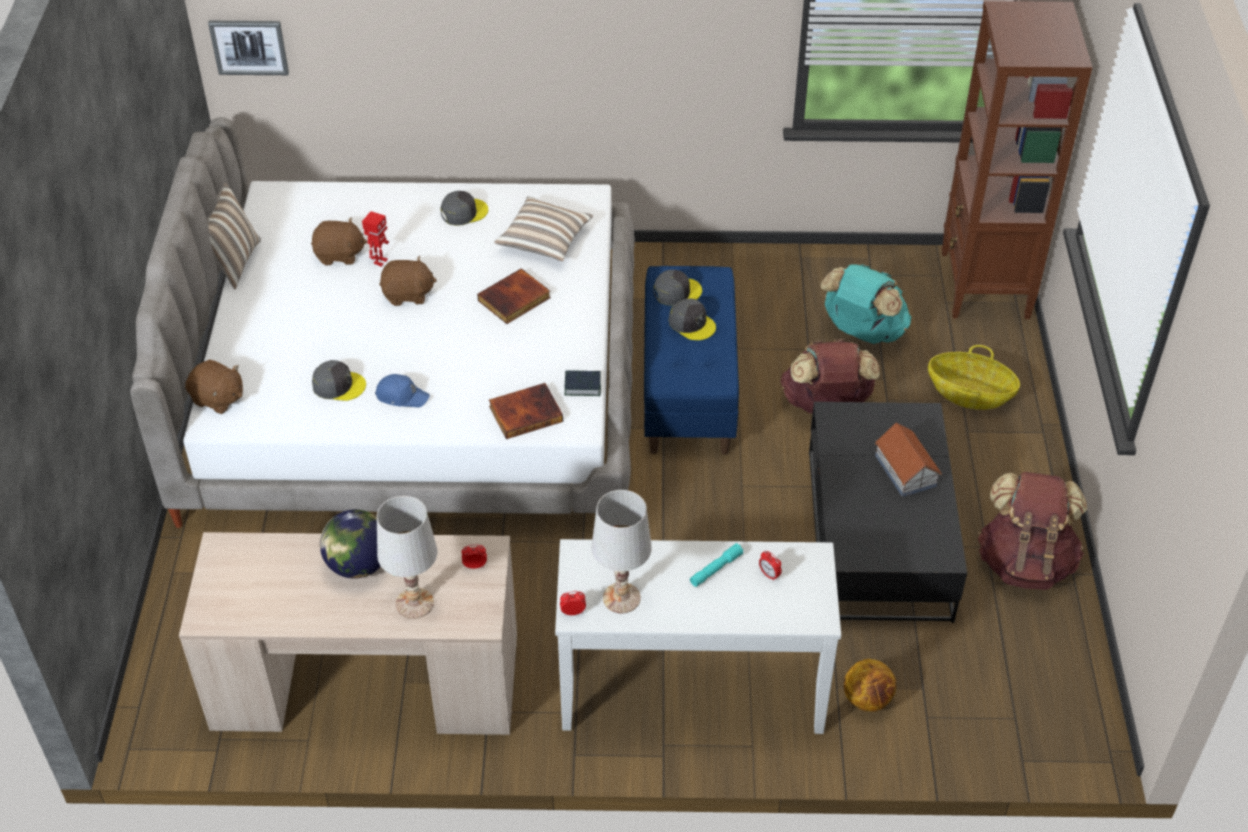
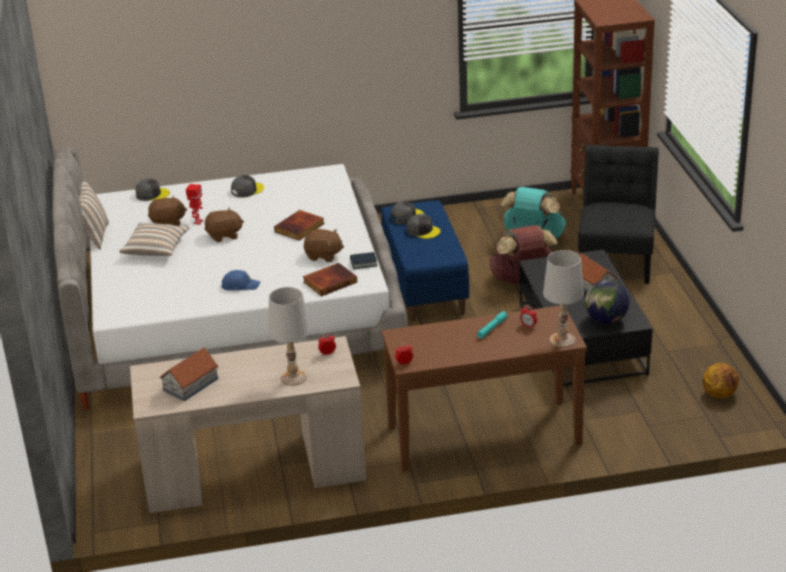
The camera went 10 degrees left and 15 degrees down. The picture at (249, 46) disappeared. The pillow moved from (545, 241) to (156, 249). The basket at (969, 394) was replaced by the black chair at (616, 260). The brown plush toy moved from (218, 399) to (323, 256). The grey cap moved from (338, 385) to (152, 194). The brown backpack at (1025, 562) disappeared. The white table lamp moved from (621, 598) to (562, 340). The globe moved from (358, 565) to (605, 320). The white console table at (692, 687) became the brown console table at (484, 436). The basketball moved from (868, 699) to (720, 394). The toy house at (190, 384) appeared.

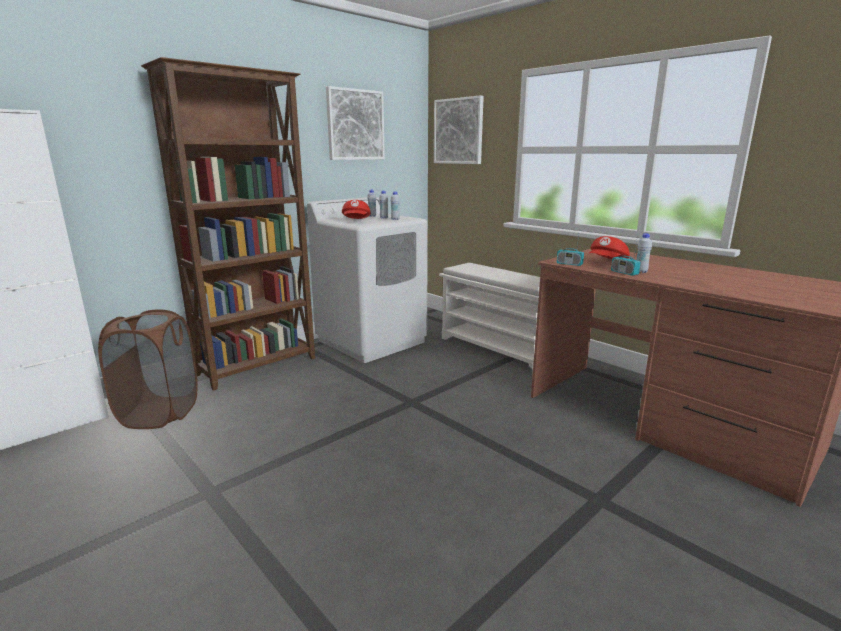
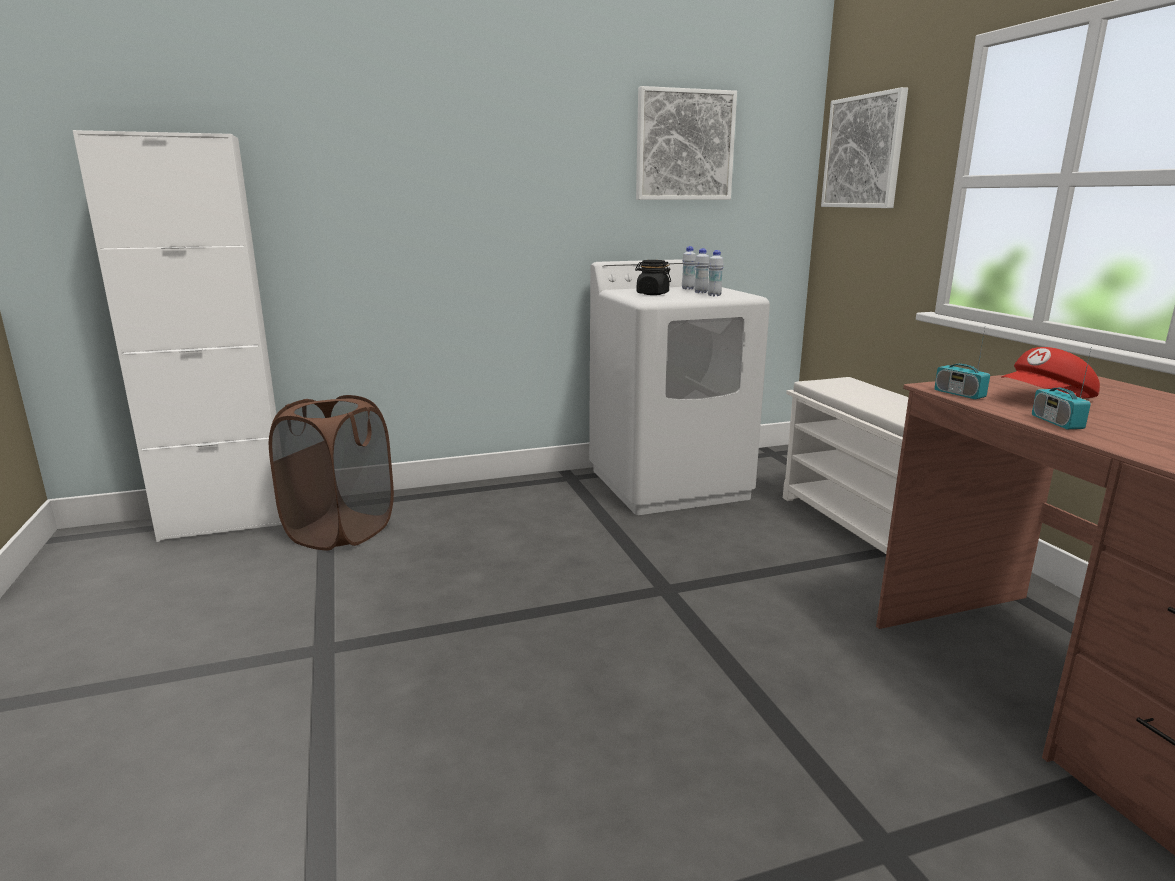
The camera went 25 degrees right and 0 degrees up. The brown bookcase at (259, 366) disappeared. The red cap at (356, 220) was replaced by the black jar at (652, 294). The white bottle at (641, 272) disappeared.

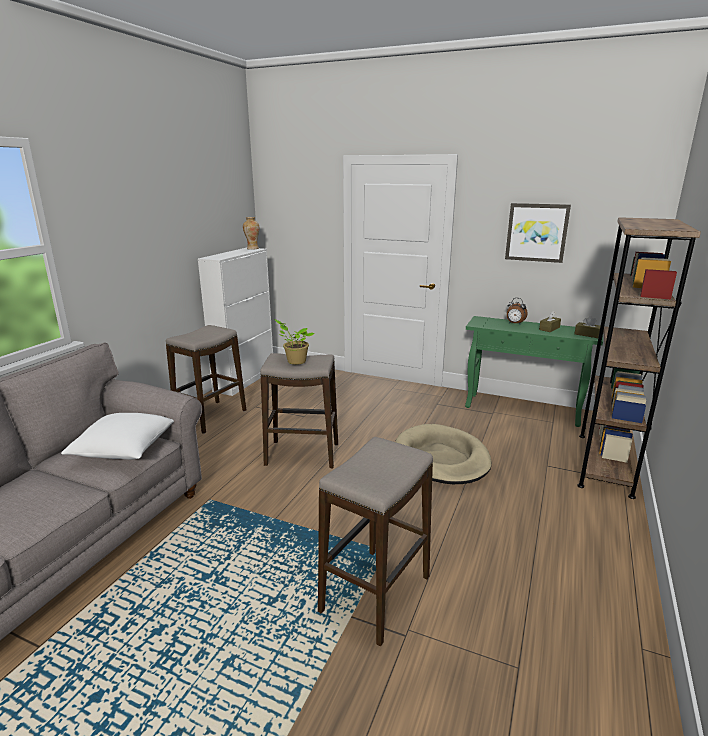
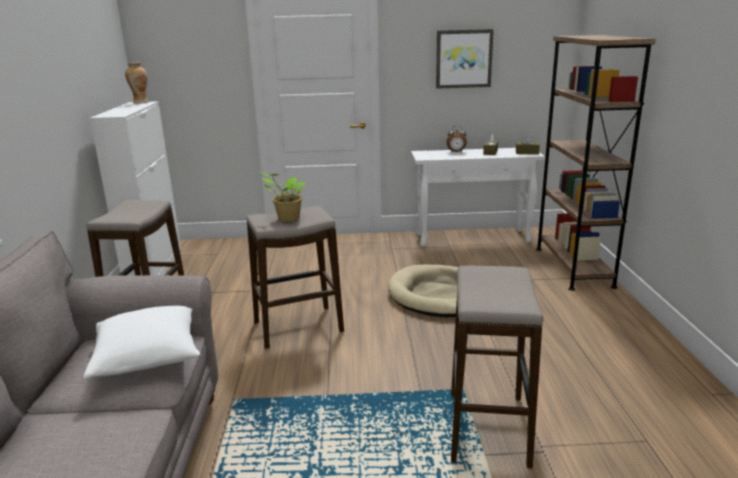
The camera went 25 degrees left and 0 degrees up. The green console table at (523, 410) became the white console table at (473, 238).

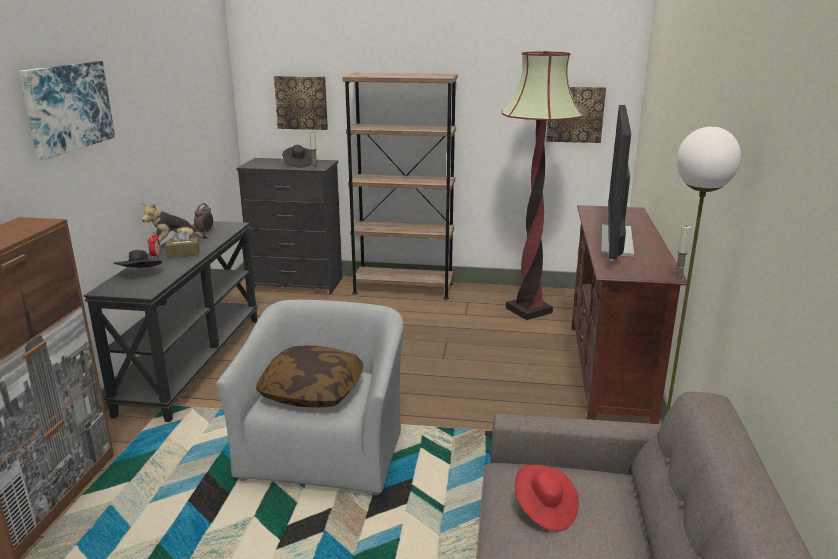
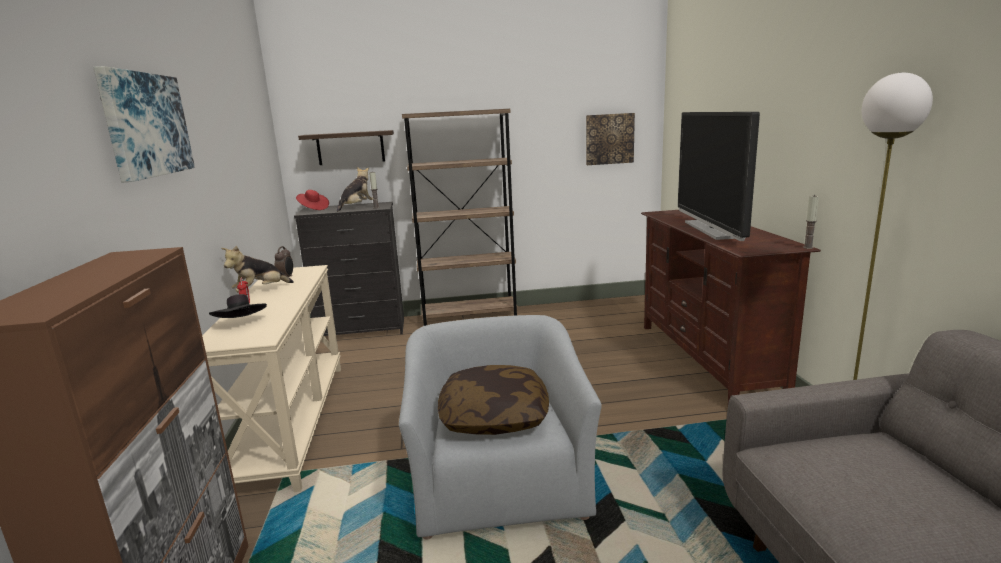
The camera went 15 degrees left and 5 degrees down. The floor lamp at (528, 310) disappeared. The picture at (301, 102) was replaced by the shelf at (350, 148). The black hat at (298, 164) was replaced by the plush toy at (357, 207). The black console table at (192, 362) became the beige console table at (291, 422). The brown tissue box at (183, 254) disappeared. The red hat moved from (544, 510) to (313, 209).

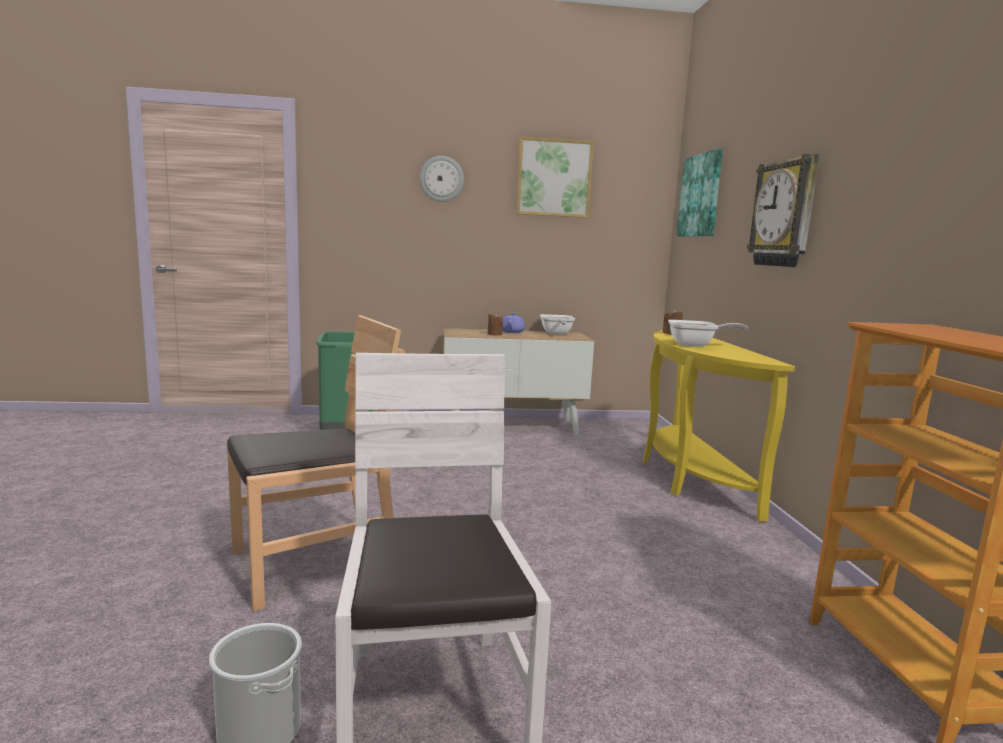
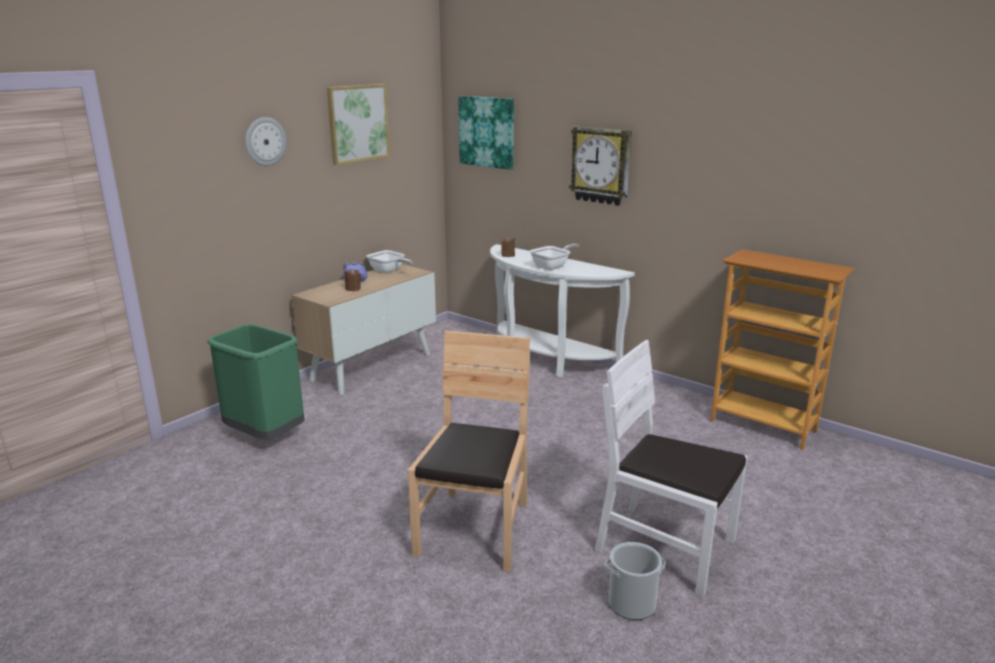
The camera went 45 degrees left and 10 degrees up. The yellow console table at (688, 477) became the white console table at (545, 360).

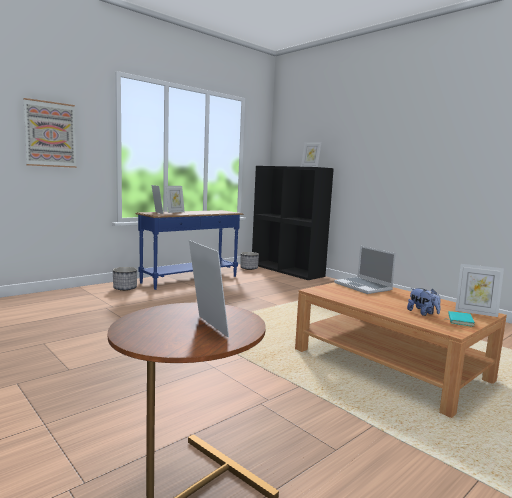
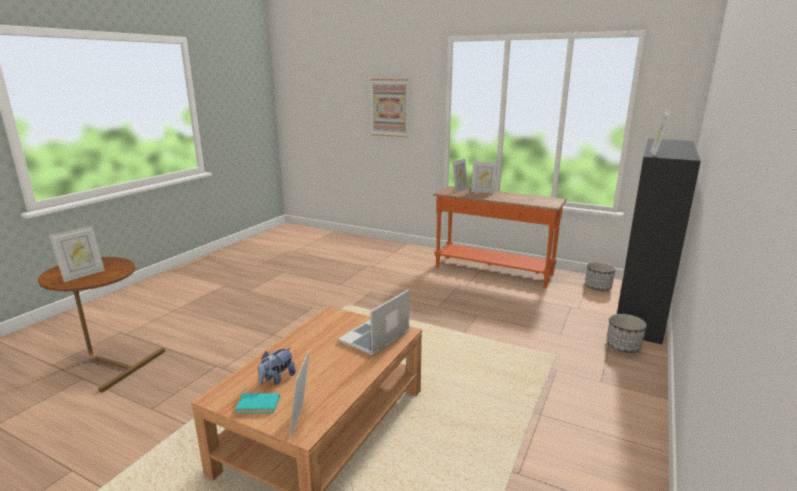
The camera went 70 degrees right and 10 degrees up. The blue console table at (191, 279) became the orange console table at (493, 272). The planter moved from (125, 288) to (623, 346).

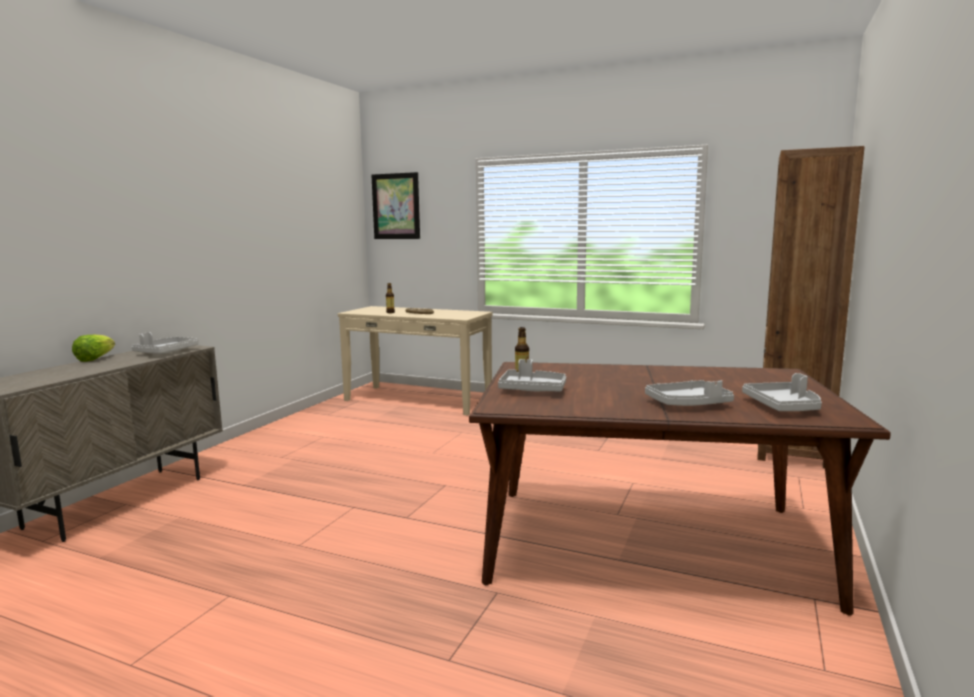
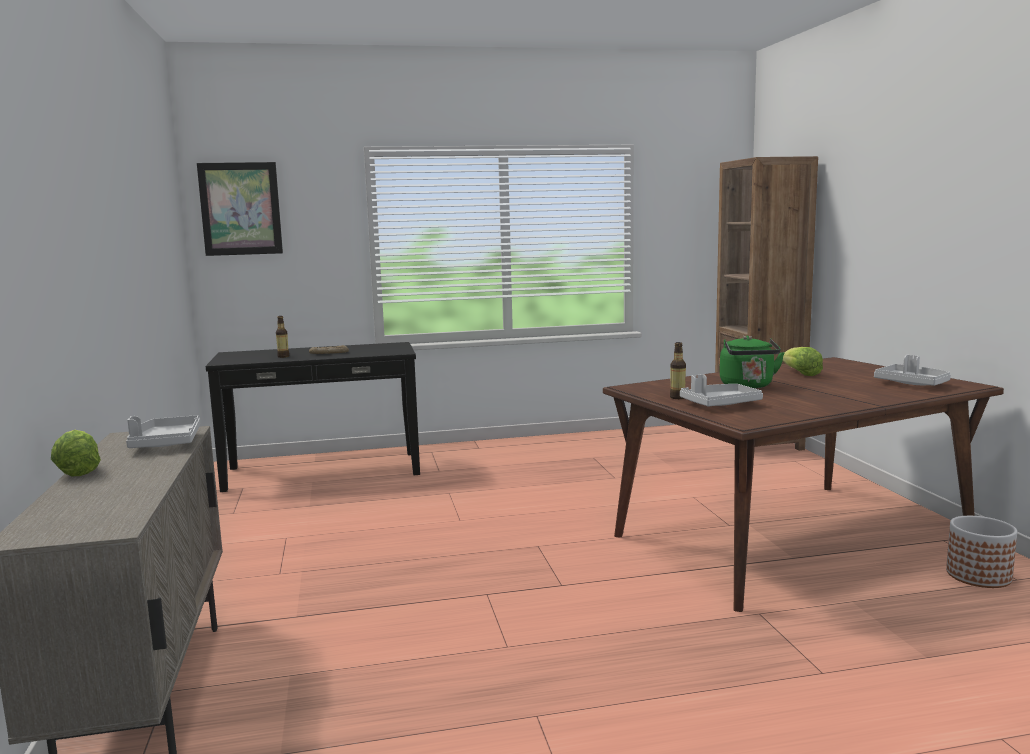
The camera went 35 degrees left and 0 degrees up. The beige console table at (418, 400) became the black console table at (323, 471). The grey tray at (688, 404) disappeared. The green kettle at (748, 386) appeared. The lettuce at (801, 374) appeared. The planter at (978, 576) appeared.

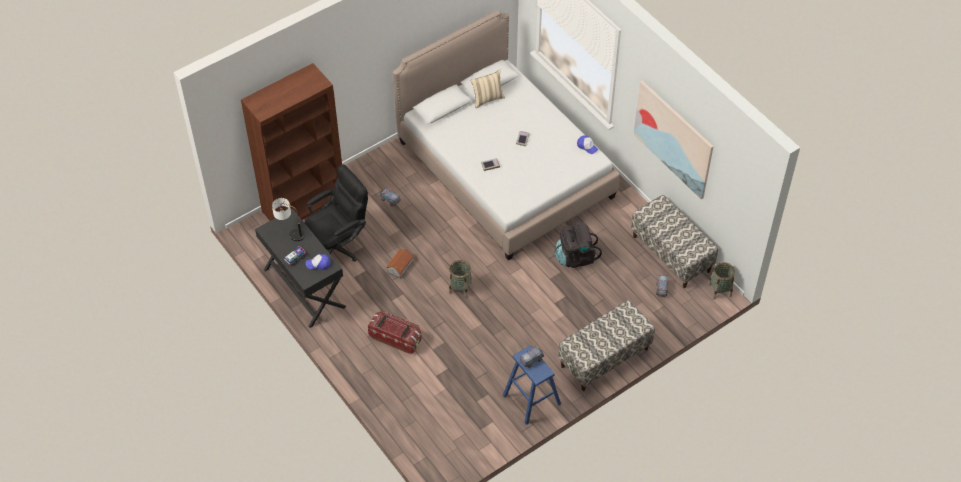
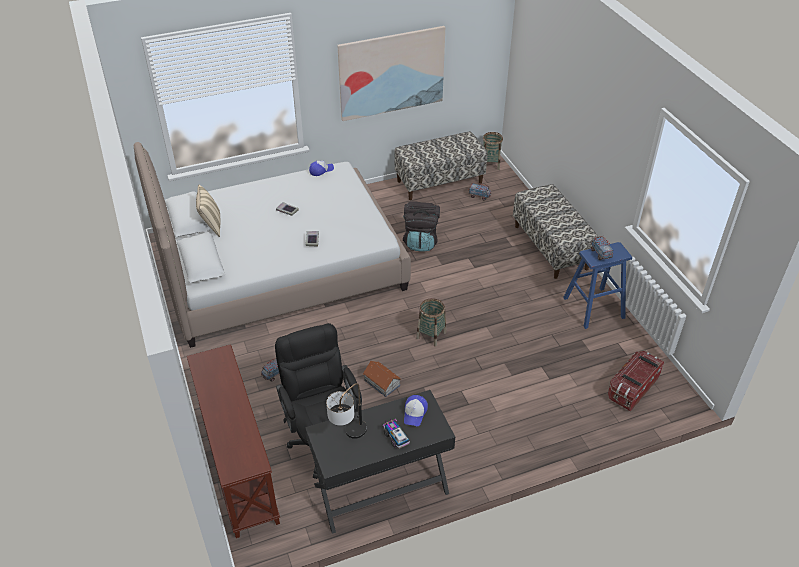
The camera went 75 degrees left and 10 degrees down. The brown bookcase at (304, 204) was replaced by the brown console table at (237, 465). The storage box moved from (395, 338) to (632, 388).

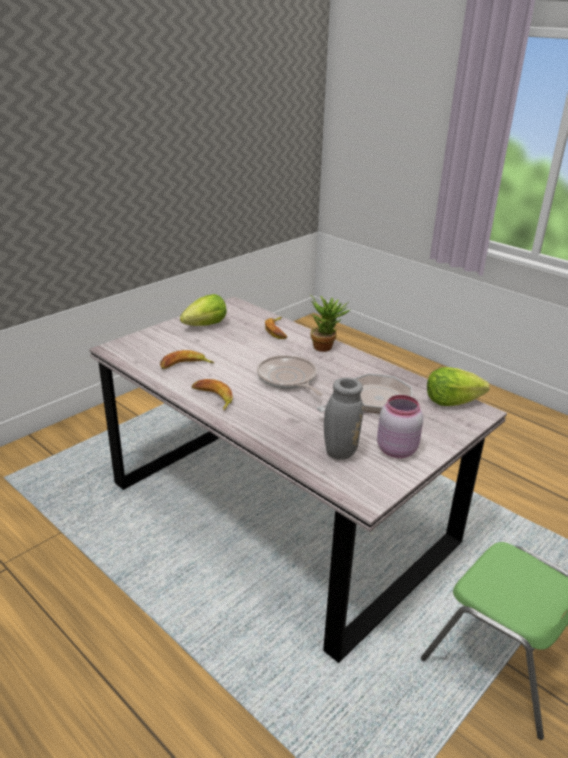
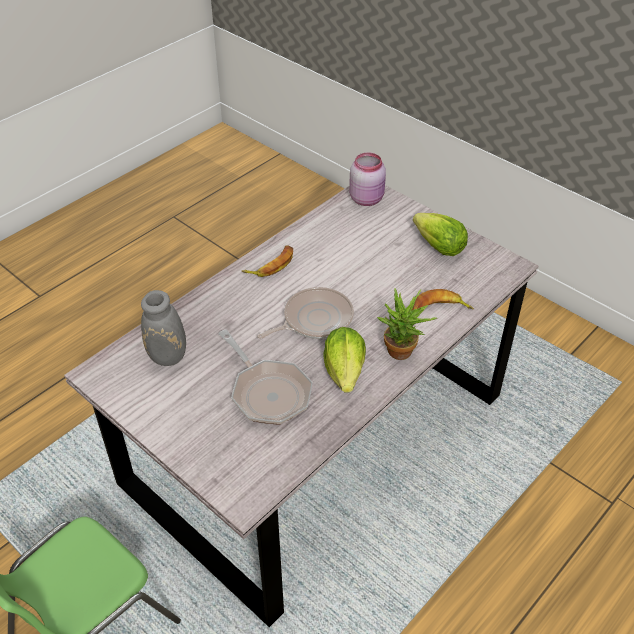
The camera went 90 degrees right and 15 degrees up. The banana at (185, 365) disappeared. The lettuce moved from (451, 401) to (345, 372). The pink jar moved from (395, 449) to (367, 198).

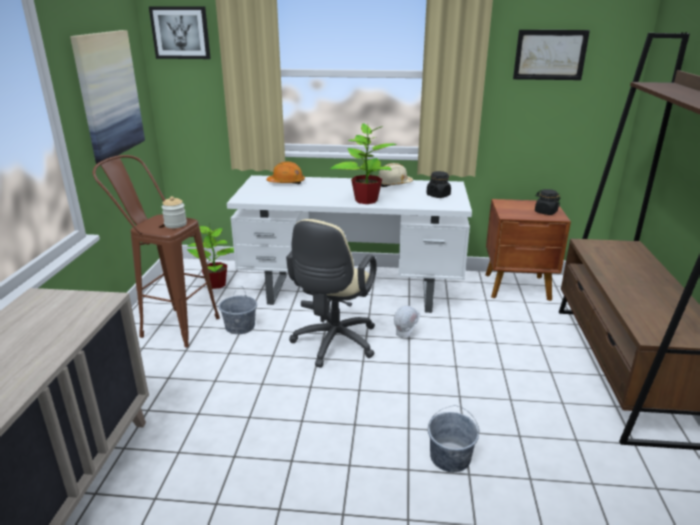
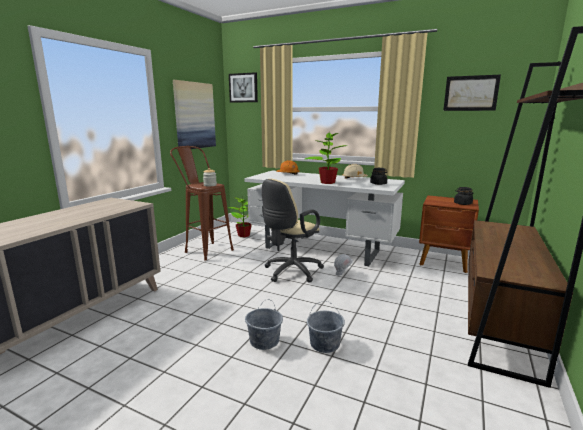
The camera went 20 degrees right and 10 degrees down. The grey bucket moved from (240, 326) to (264, 341).

